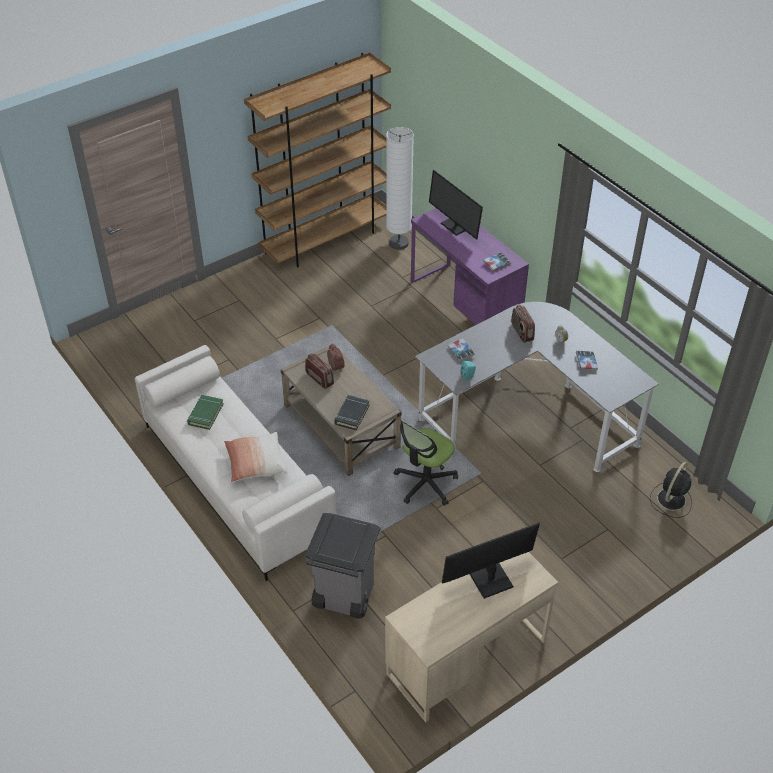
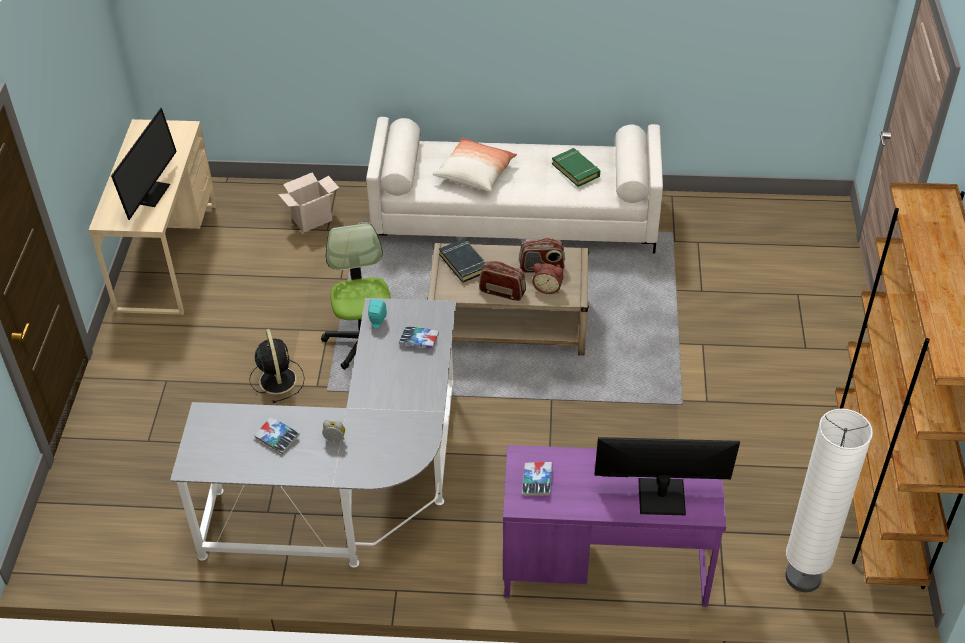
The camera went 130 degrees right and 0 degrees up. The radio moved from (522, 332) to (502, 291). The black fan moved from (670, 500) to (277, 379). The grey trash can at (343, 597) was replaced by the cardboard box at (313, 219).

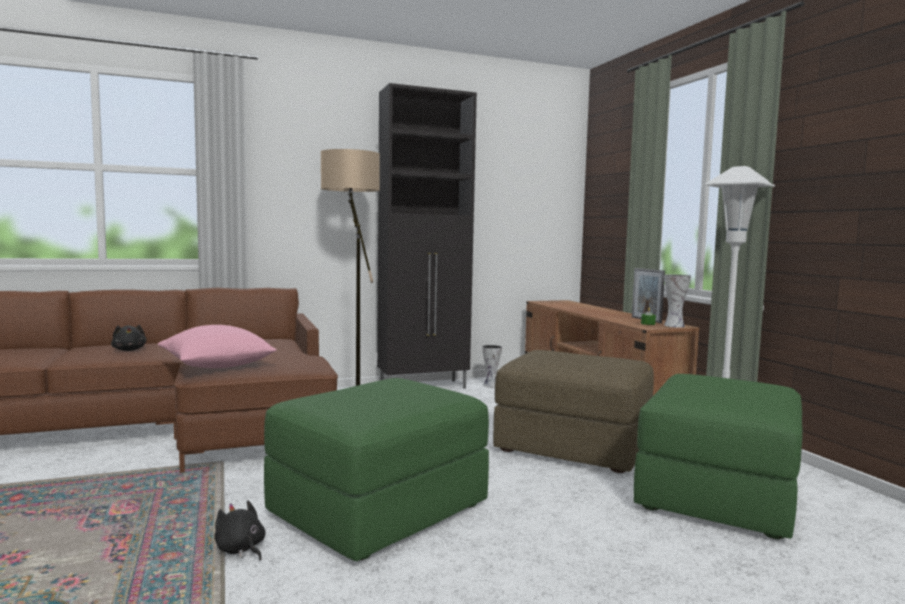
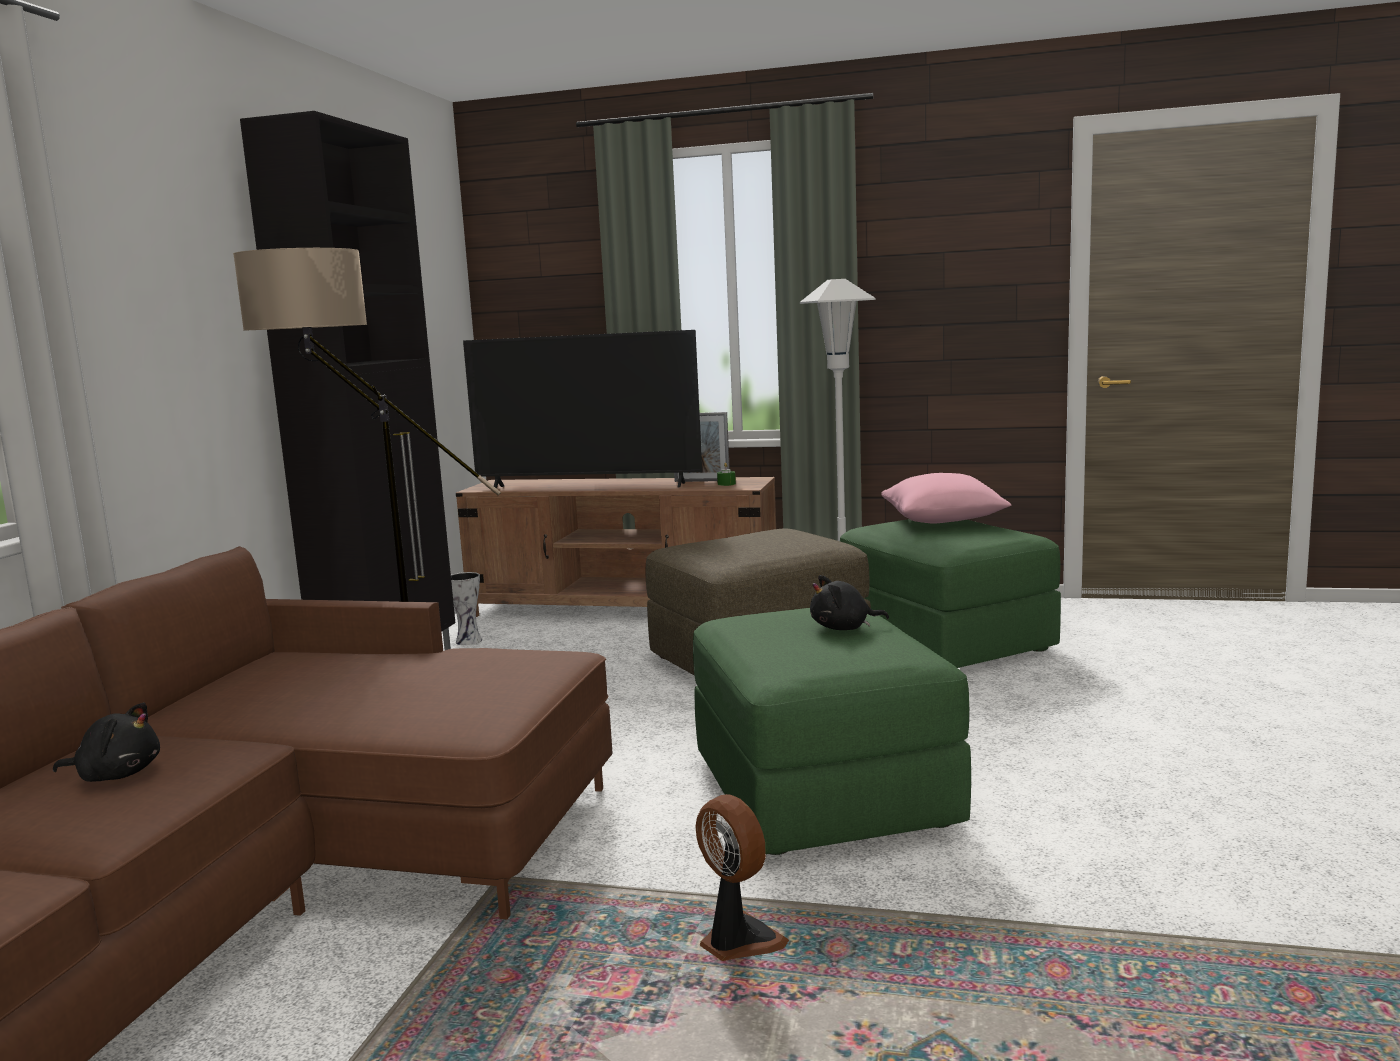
The camera went 55 degrees left and 5 degrees up. The vase at (674, 325) disappeared. The pink pillow moved from (217, 366) to (943, 521). The black plush toy moved from (241, 549) to (844, 628). The television at (588, 486) appeared. The fan at (738, 941) appeared.

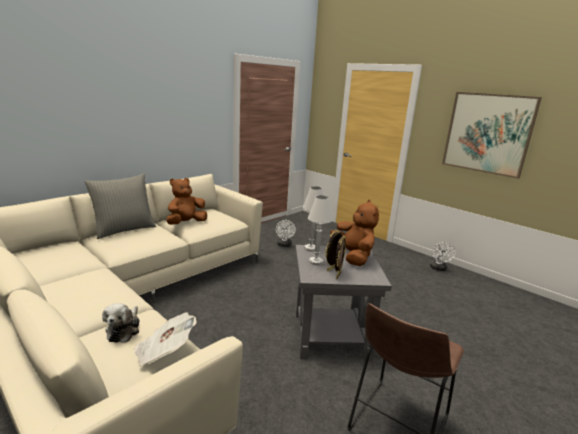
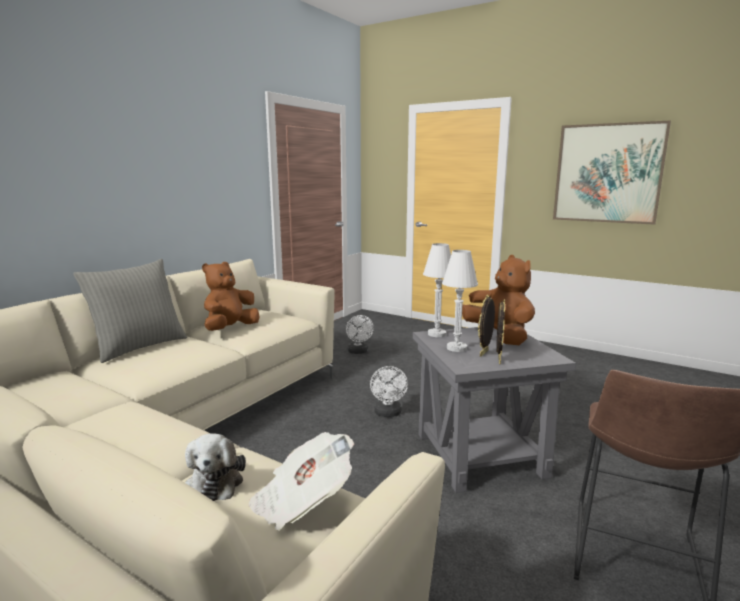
The camera went 10 degrees left and 5 degrees down. The white fan moved from (438, 269) to (388, 413).

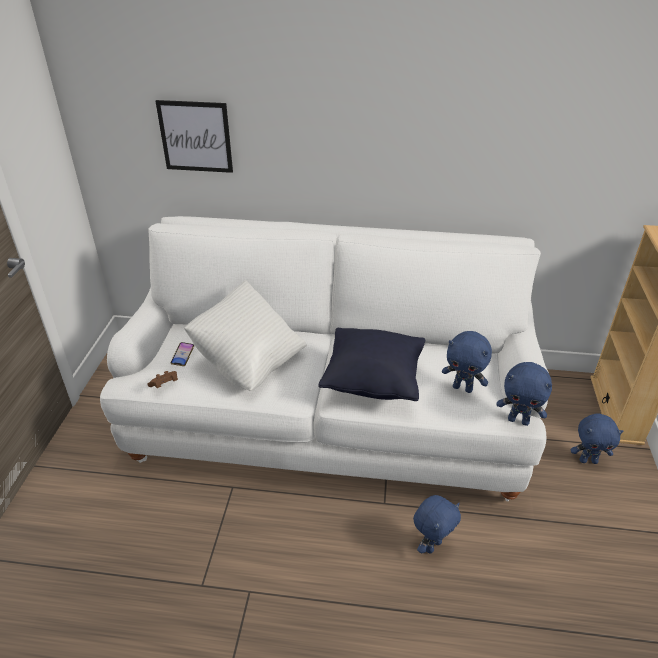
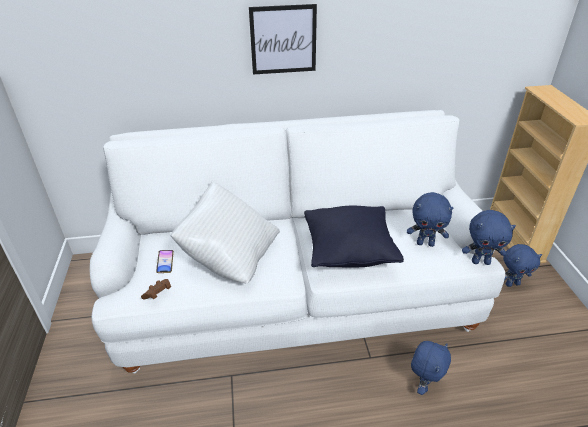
The camera went 15 degrees left and 0 degrees up. The picture moved from (195, 136) to (283, 39).

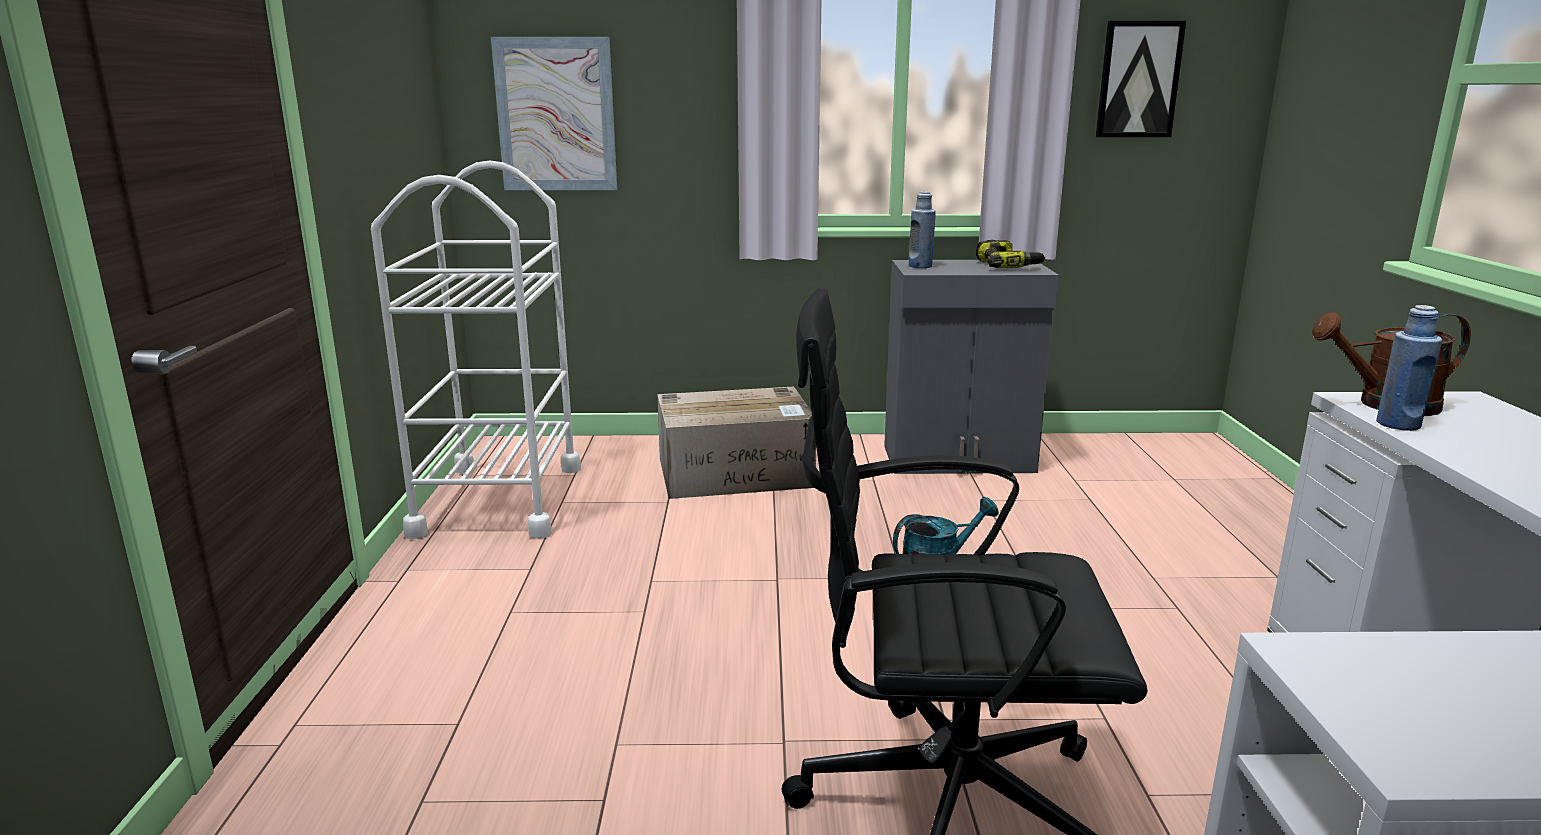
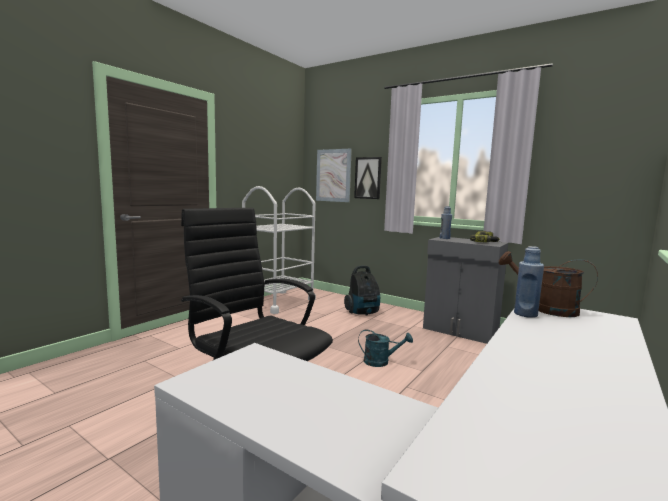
The camera went 35 degrees right and 10 degrees down. The picture moved from (1138, 80) to (368, 178). The cardboard box at (737, 472) was replaced by the vacuum cleaner at (363, 313).

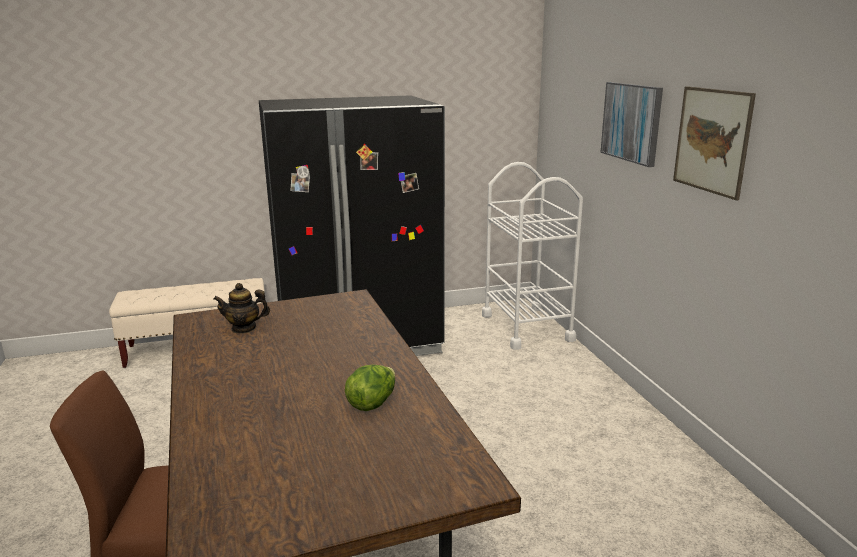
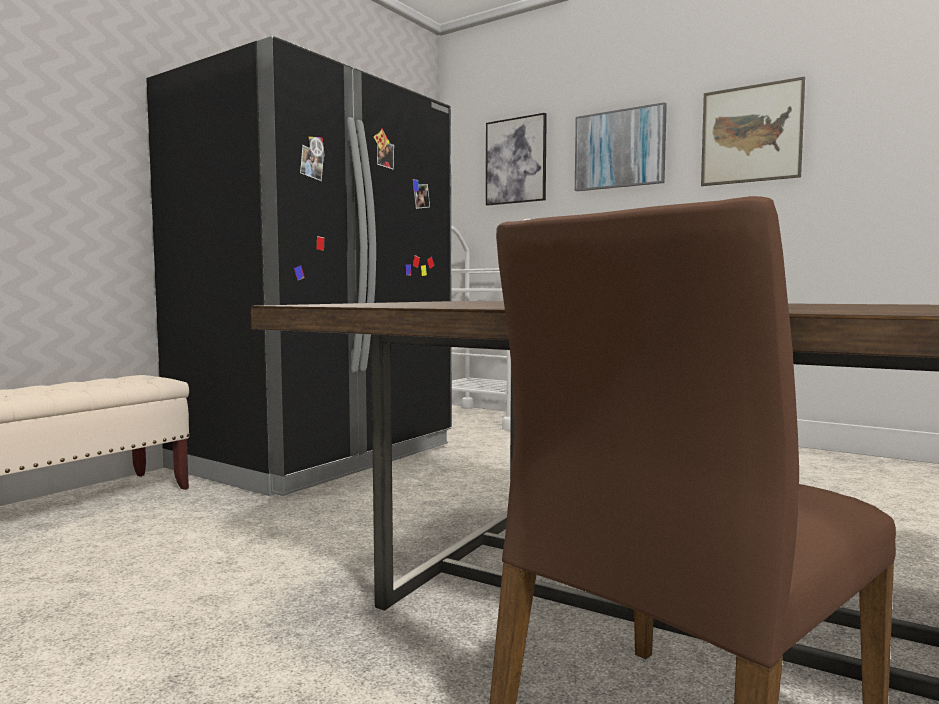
The camera went 40 degrees left and 15 degrees down. The teapot at (244, 328) disappeared. The lettuce at (372, 403) disappeared. The picture at (516, 161) appeared.

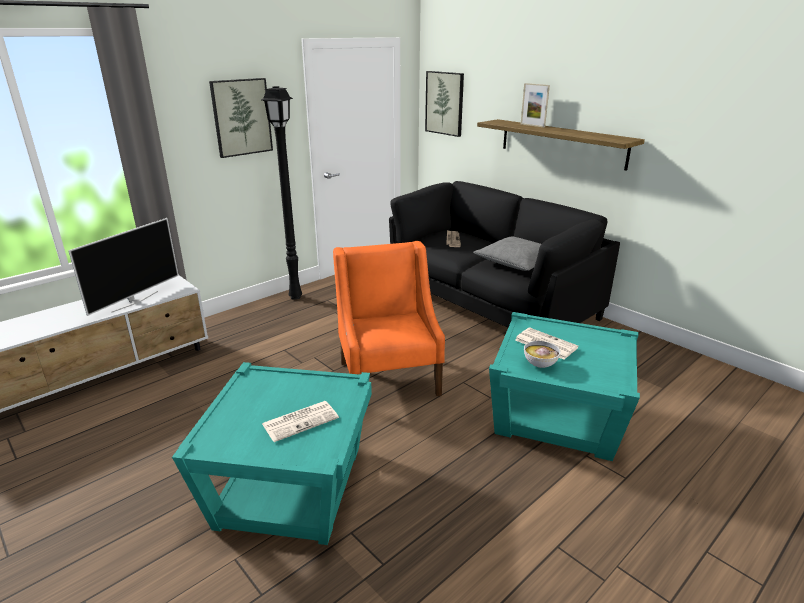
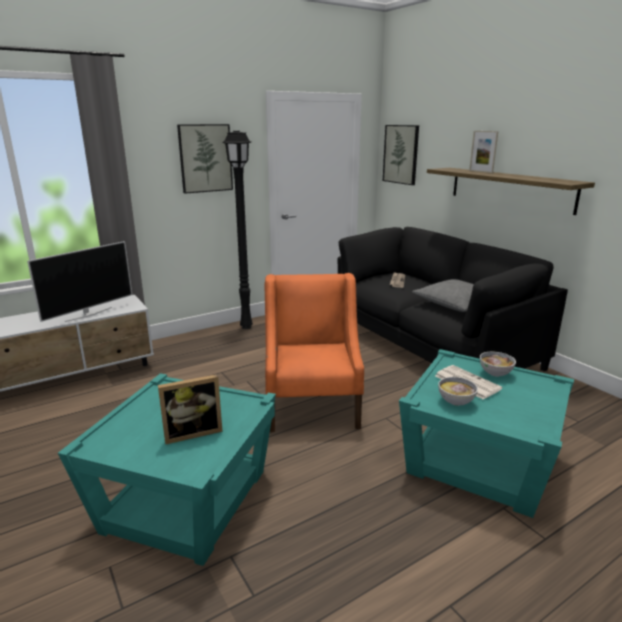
The camera went 10 degrees right and 5 degrees down. The newspaper at (301, 420) was replaced by the picture frame at (192, 432). The bowl at (495, 374) appeared.

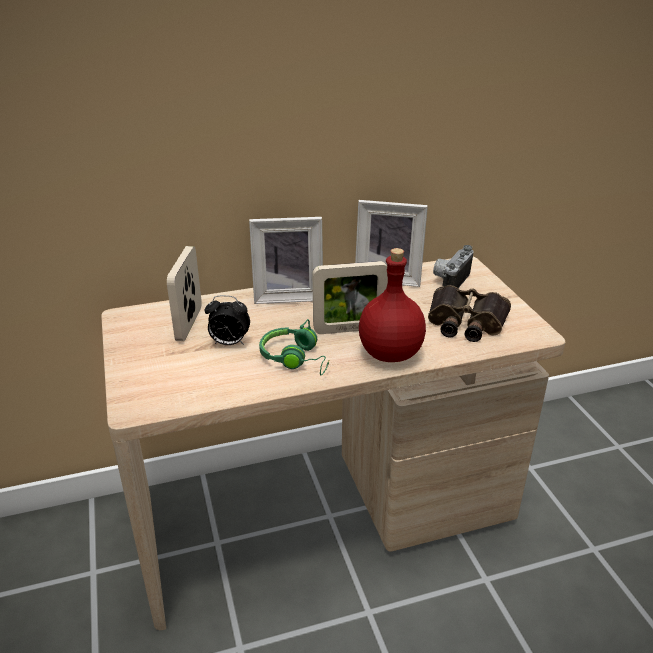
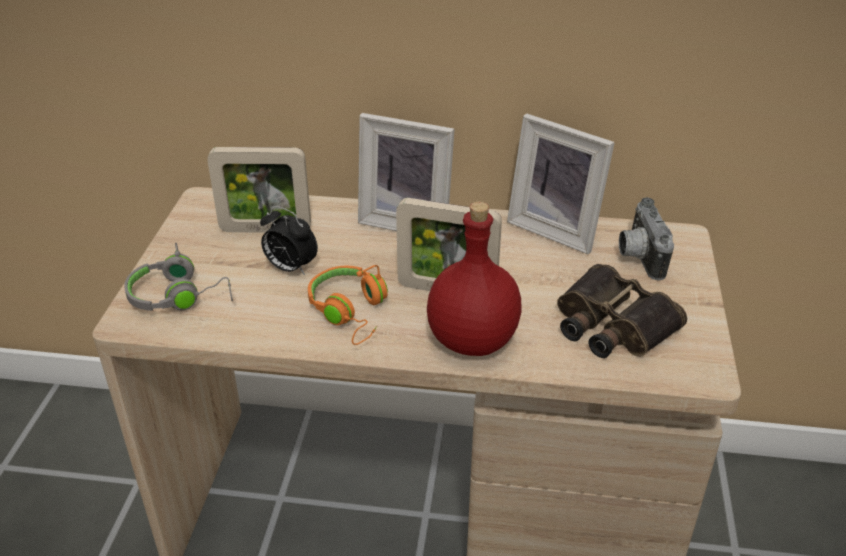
The camera went 25 degrees right and 5 degrees up. The photo camera at (449, 281) turned 60 degrees counterclockwise. The picture frame at (189, 324) turned 120 degrees counterclockwise. The green headphones at (296, 359) became the orange headphones at (351, 312). The grey headphones at (180, 296) appeared.

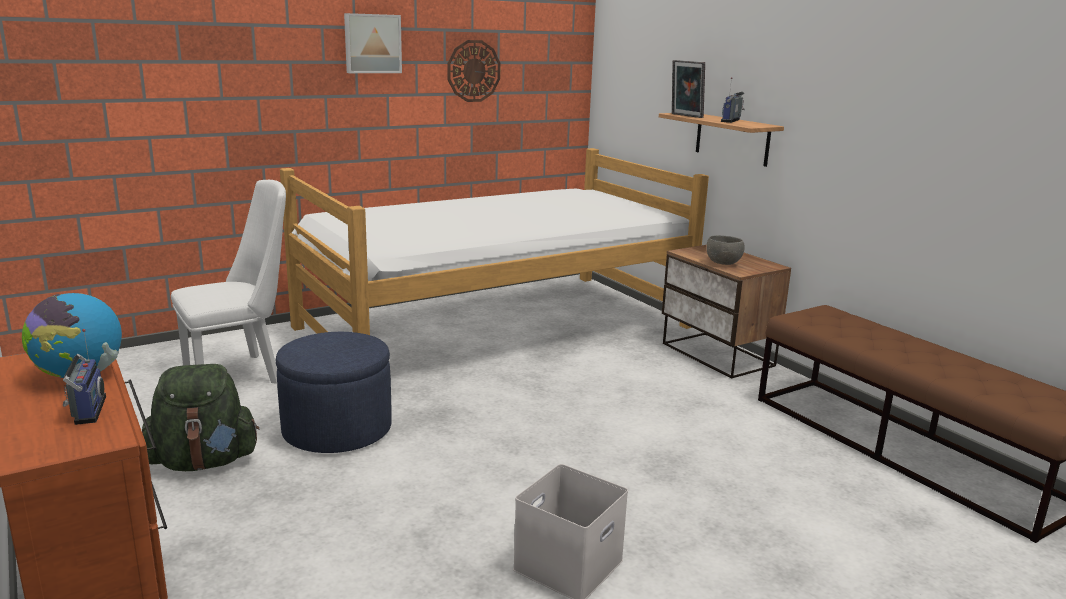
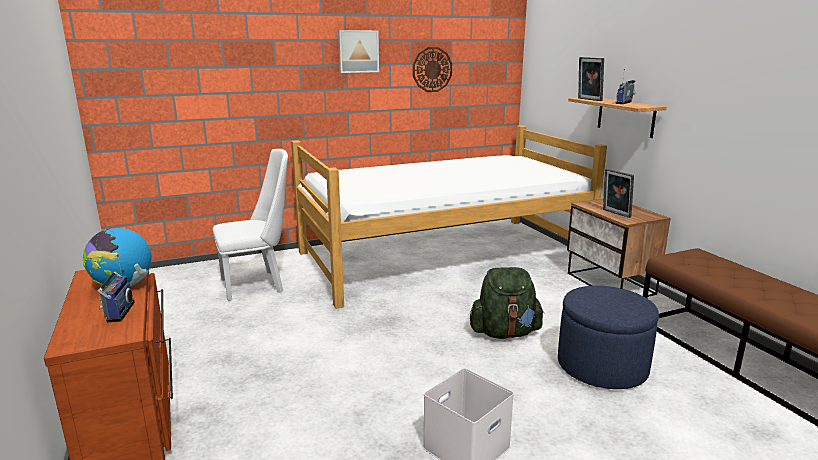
The camera went 10 degrees right and 0 degrees up. The grey bowl at (724, 263) was replaced by the picture frame at (615, 213). The blue ottoman moved from (337, 430) to (602, 366). The green backpack moved from (204, 462) to (505, 333).

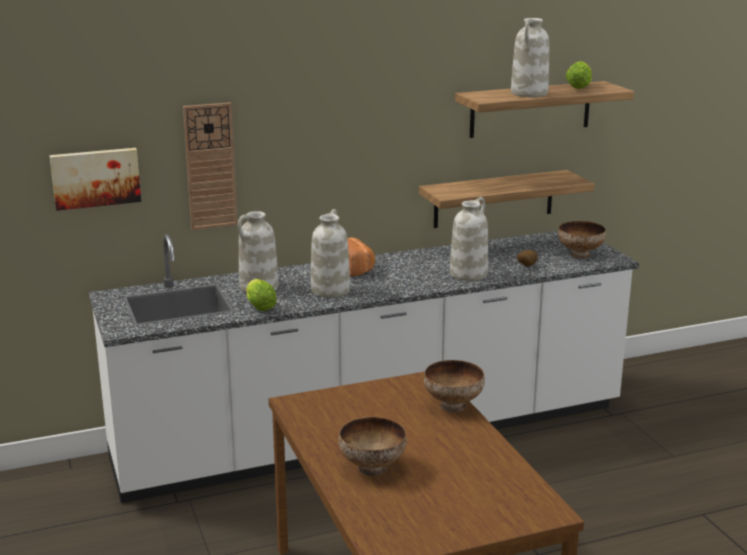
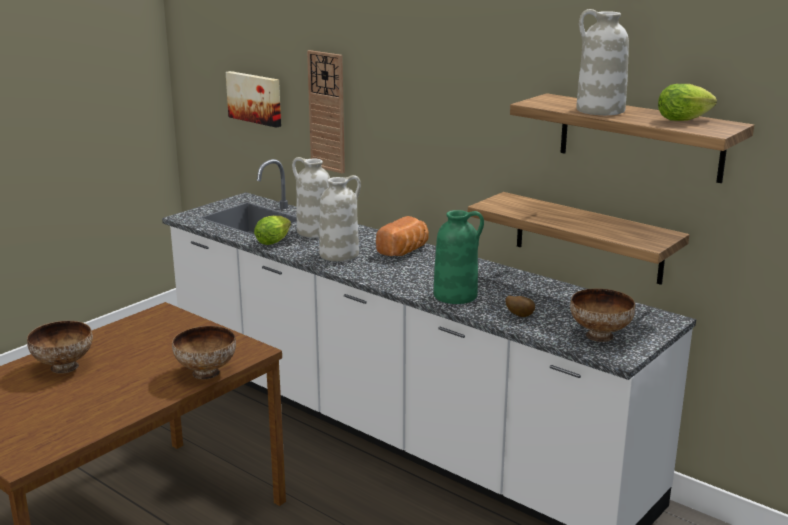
The camera went 60 degrees right and 0 degrees up. The white vase at (468, 274) became the green vase at (456, 295).

